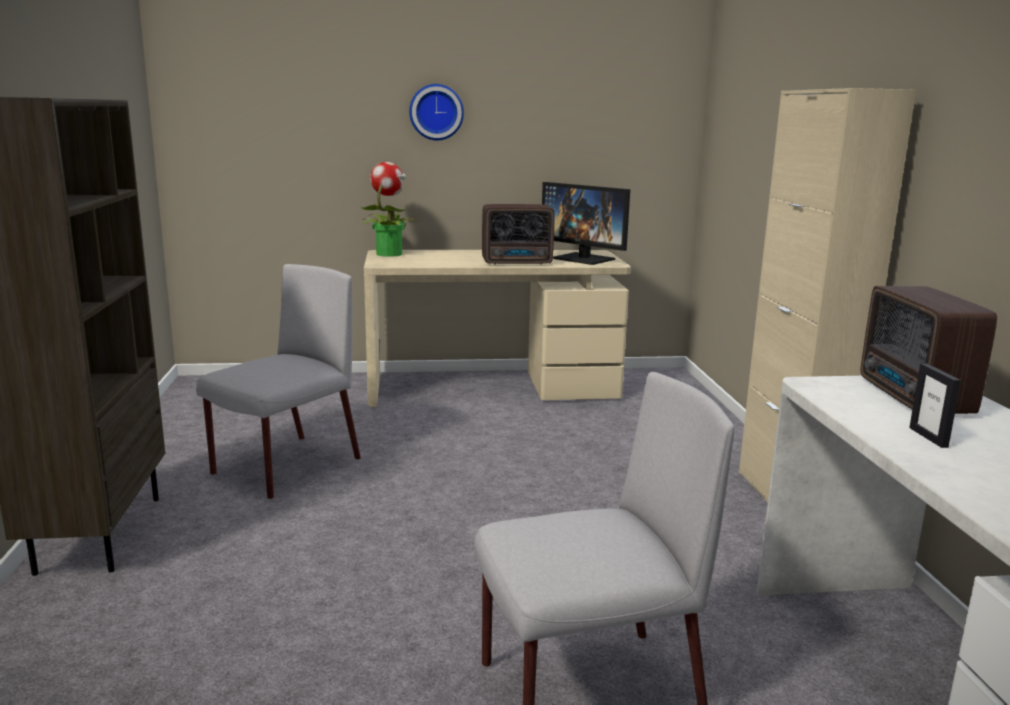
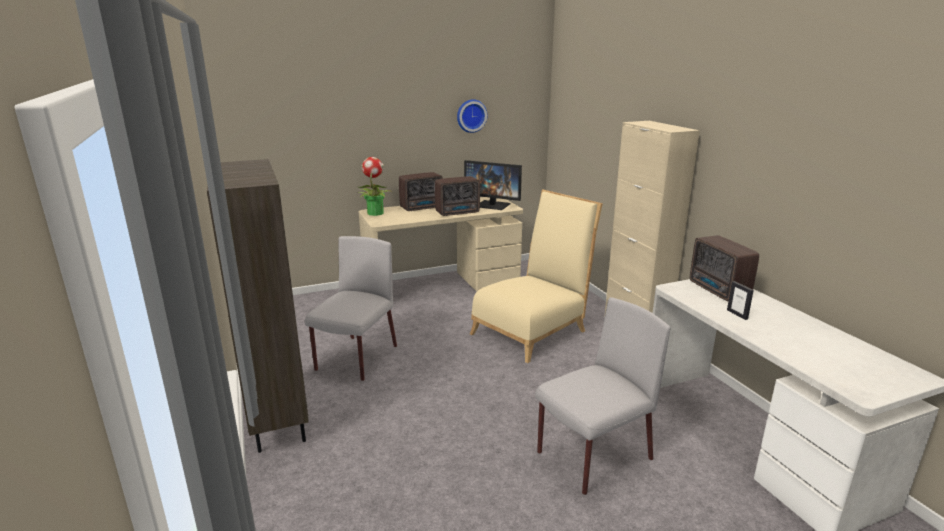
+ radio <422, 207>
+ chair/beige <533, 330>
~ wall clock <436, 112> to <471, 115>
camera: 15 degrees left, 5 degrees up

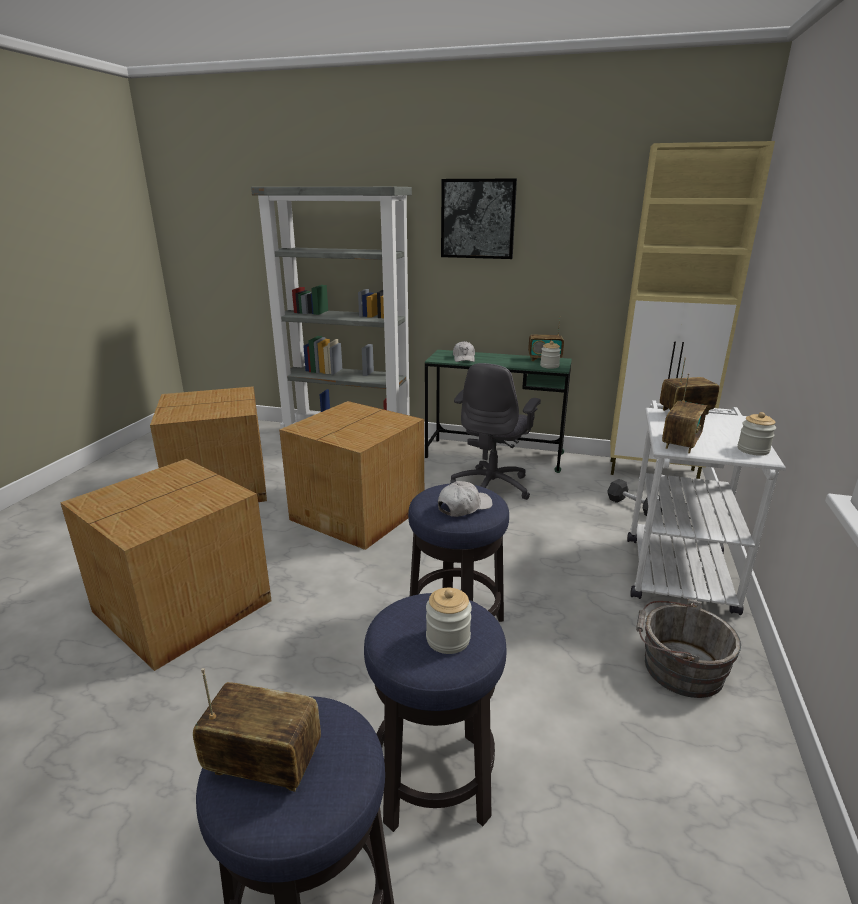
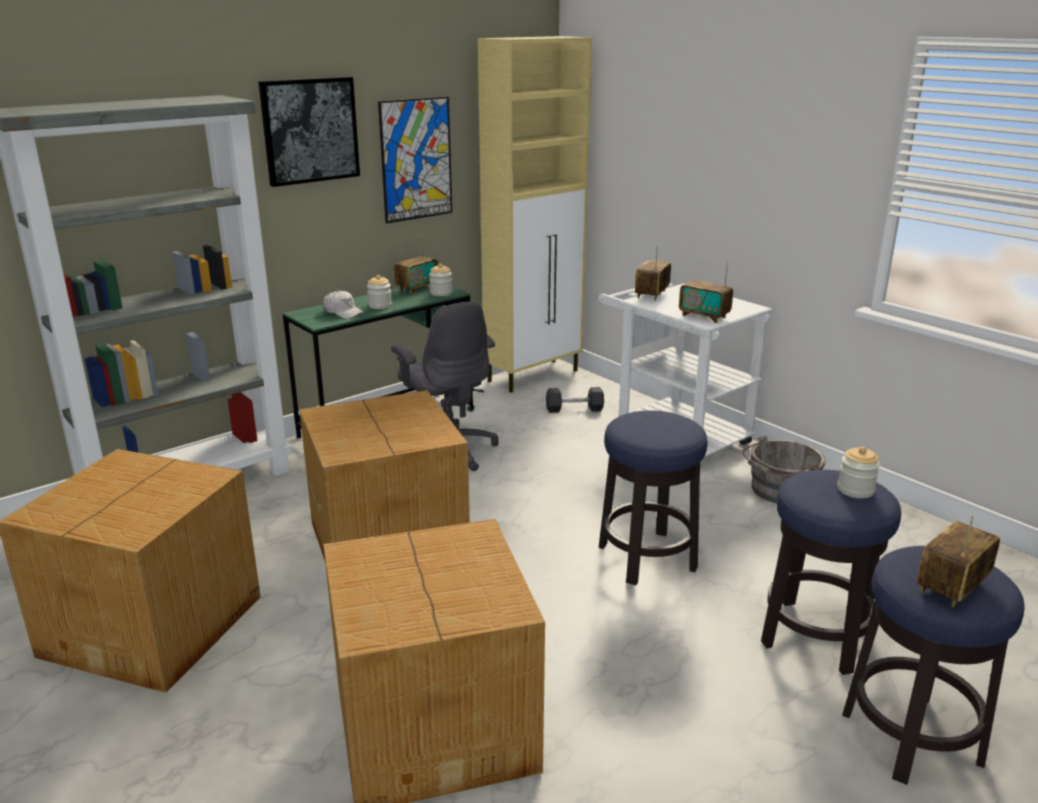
- cap/white <464, 507>
+ picture <416, 159>
~ jar <753, 450> to <380, 306>
~ radio <681, 443> = <704, 316> 150 degrees clockwise
camera: 55 degrees left, 0 degrees up

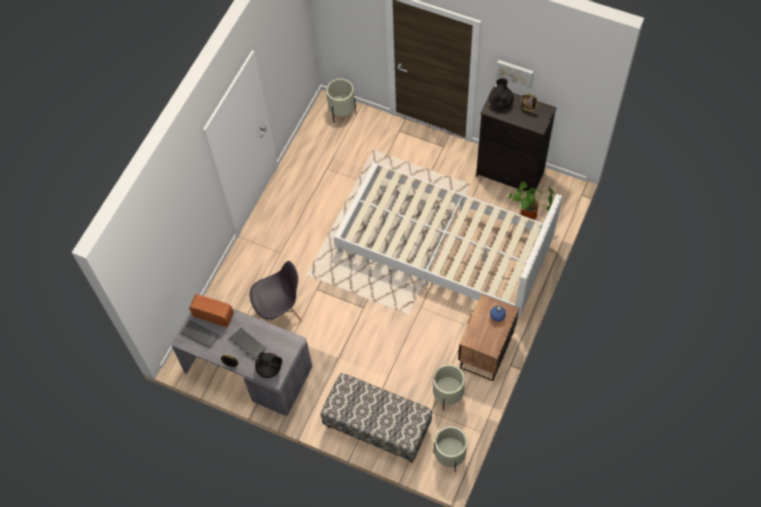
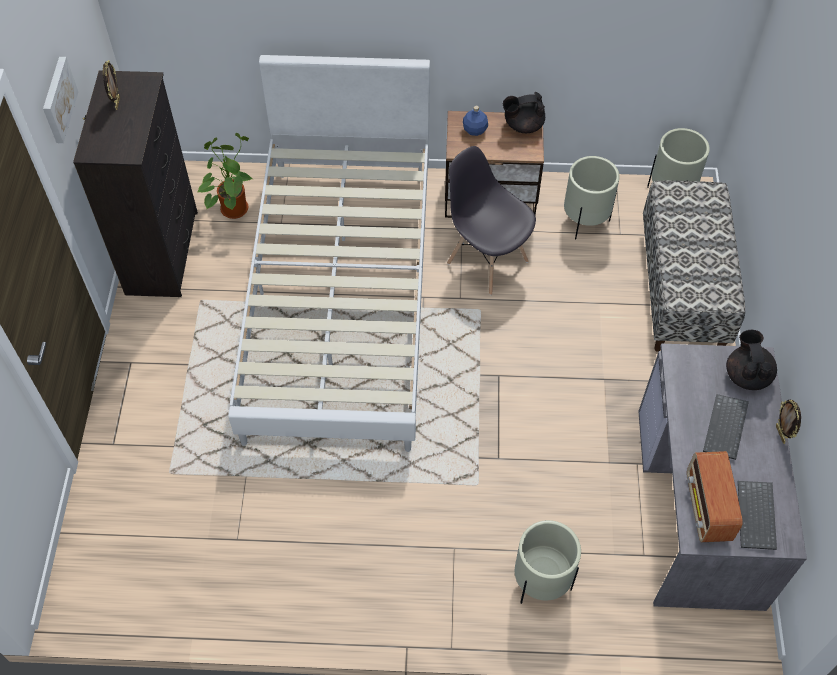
~ chair/grey <280, 313> to <487, 261>
~ planter/beige <342, 113> to <541, 582>
~ teapot/black <500, 102> to <522, 125>
camera: 115 degrees left, 5 degrees down

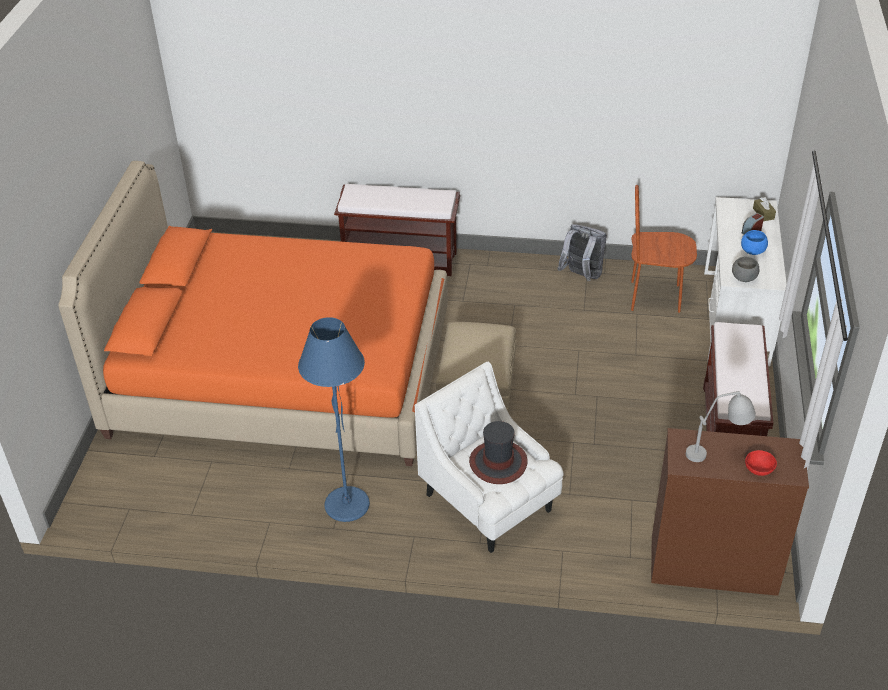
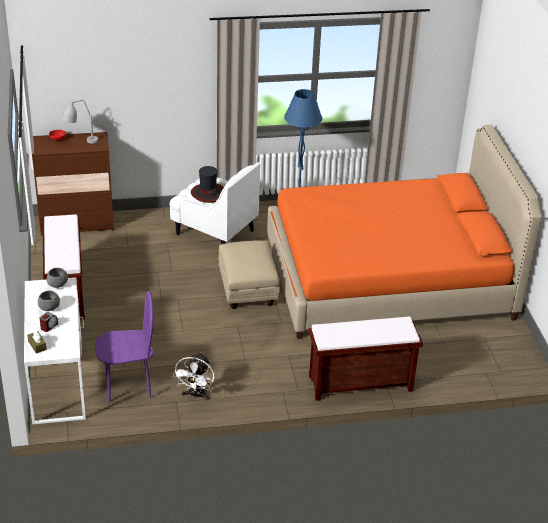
~ backpack/grey <581, 276> to fan/white <196, 395>
~ chair/brown <655, 297> to chair/purple <128, 386>
~ bowl/blue <752, 251> to bowl/grey <49, 308>
camera: 160 degrees right, 5 degrees down

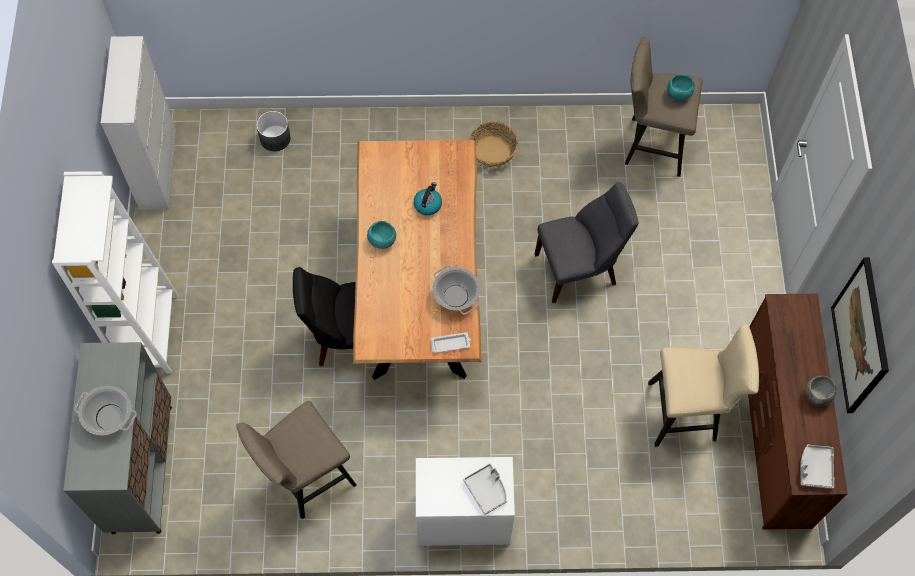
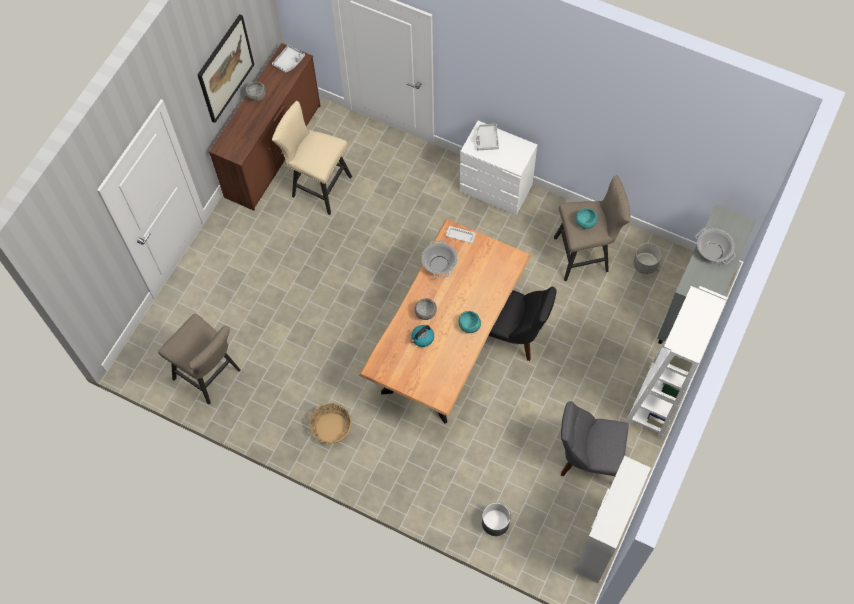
+ bowl/grey <426, 313>
+ planter/grey <645, 265>
~ chair/grey <579, 268> to <587, 458>
~ bowl/turquoise <678, 94> to <586, 223>
camera: 150 degrees left, 0 degrees up

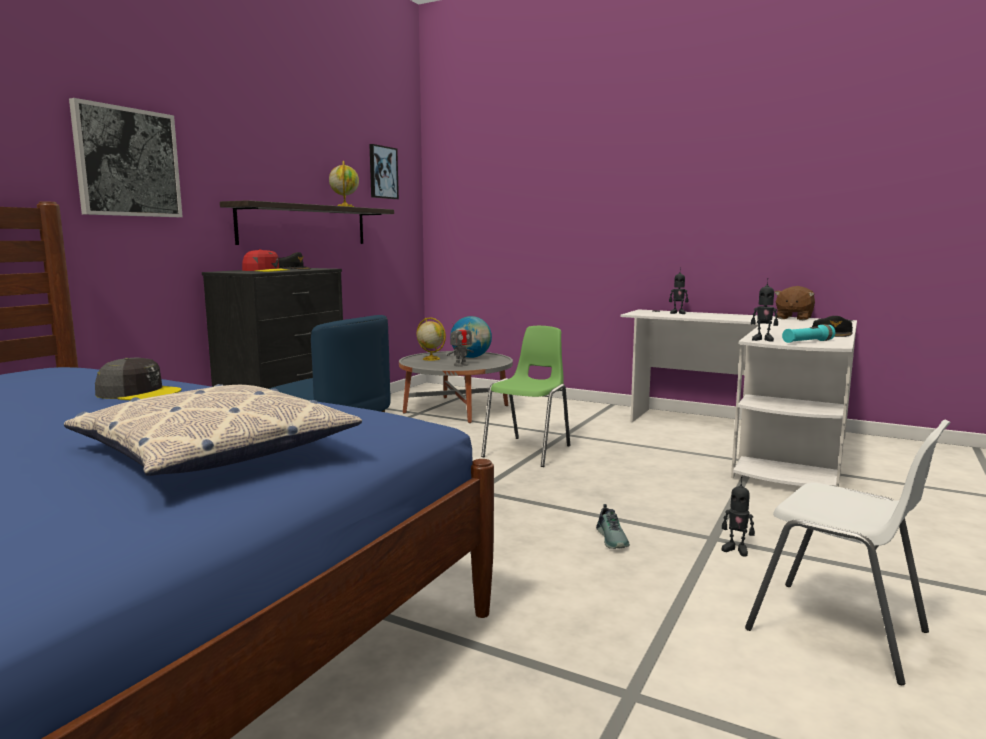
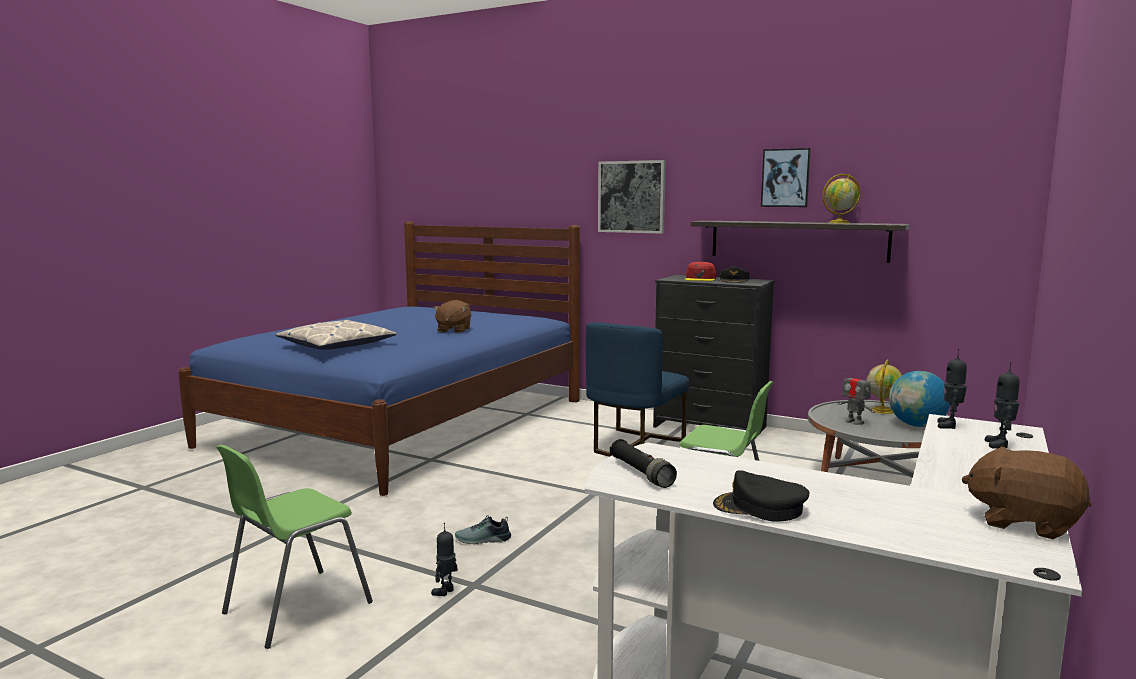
~ picture <382, 172> to <785, 178>
~ toy robot <763, 339> to <949, 425>
~ cap/grey <138, 393> to plush toy/brown <453, 330>
~ chair/white <838, 631> to chair/green <295, 608>
~ flashlight/turquoise <807, 342> to flashlight/black <641, 473>
camera: 90 degrees right, 0 degrees up

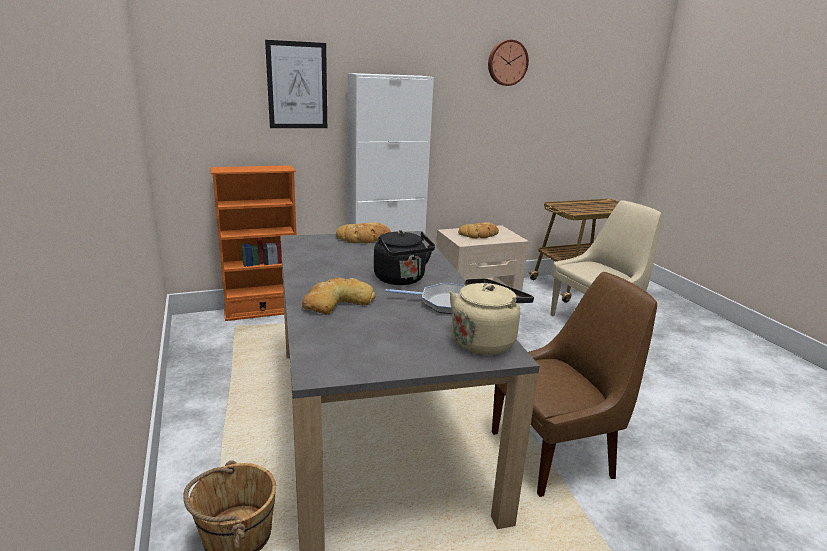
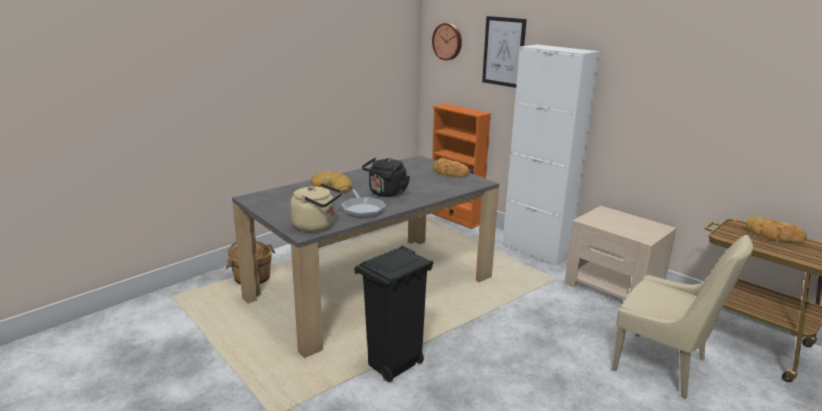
~ bread <479, 235> to <773, 235>
~ wall clock <507, 62> to <448, 41>
~ chair/brown <555, 454> to trash can/black <393, 366>
camera: 65 degrees right, 0 degrees up

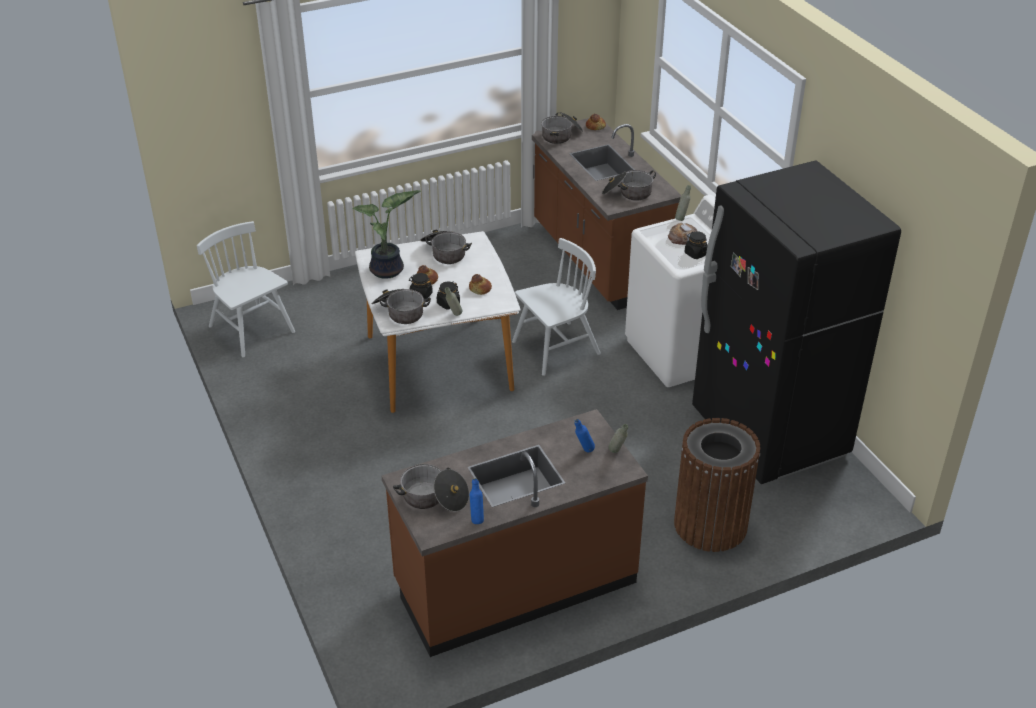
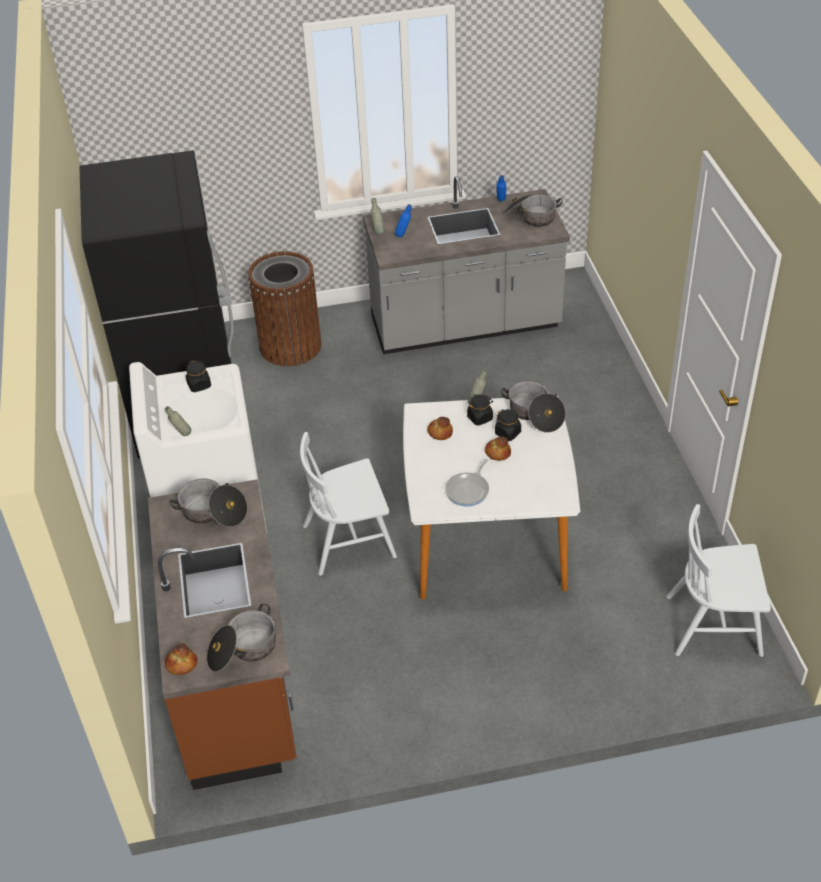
- potted plant <388, 271>
- bread <682, 237>
~ cooking pot <444, 252> to frying pan <468, 490>
~ counter/brown <514, 583> to counter/grey <465, 325>
~ chair/white <252, 330> = <714, 625> 120 degrees clockwise
camera: 165 degrees left, 5 degrees up

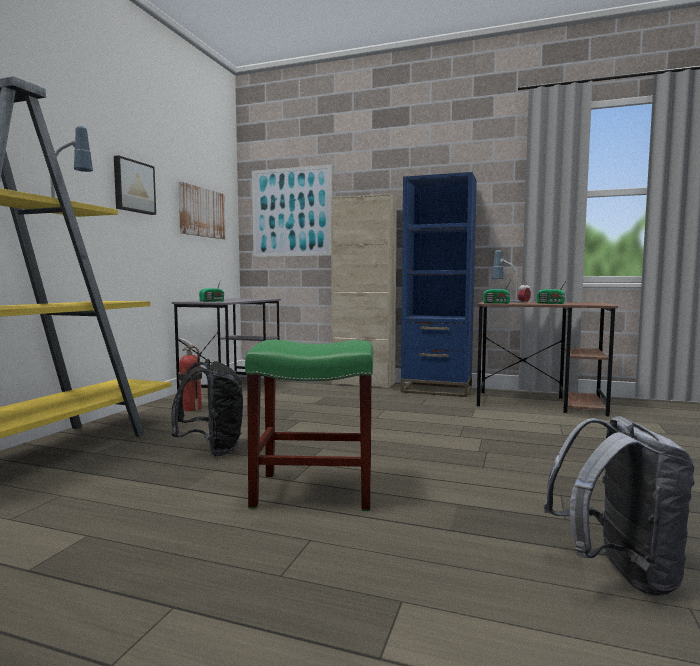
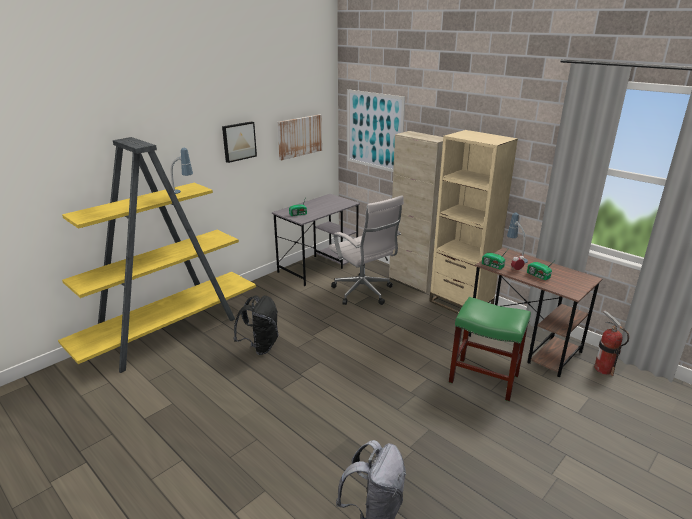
+ office chair/white <364, 293>
~ fire extinguisher <191, 408> to <603, 369>
~ stool/green <312, 491> to <483, 379>
~ bookcase/blue <436, 390> to bookcase/beige <460, 304>
camera: 25 degrees right, 20 degrees up

